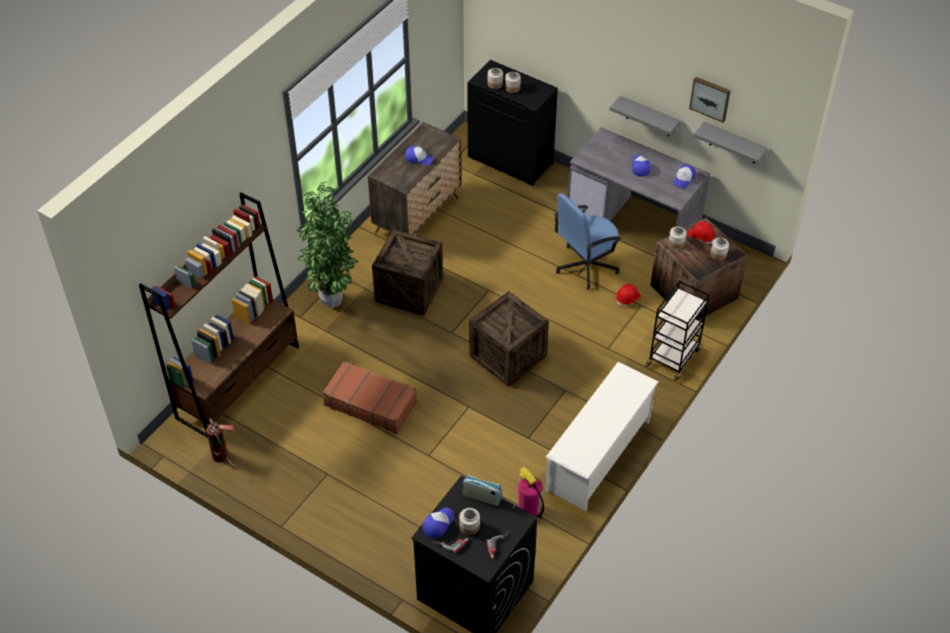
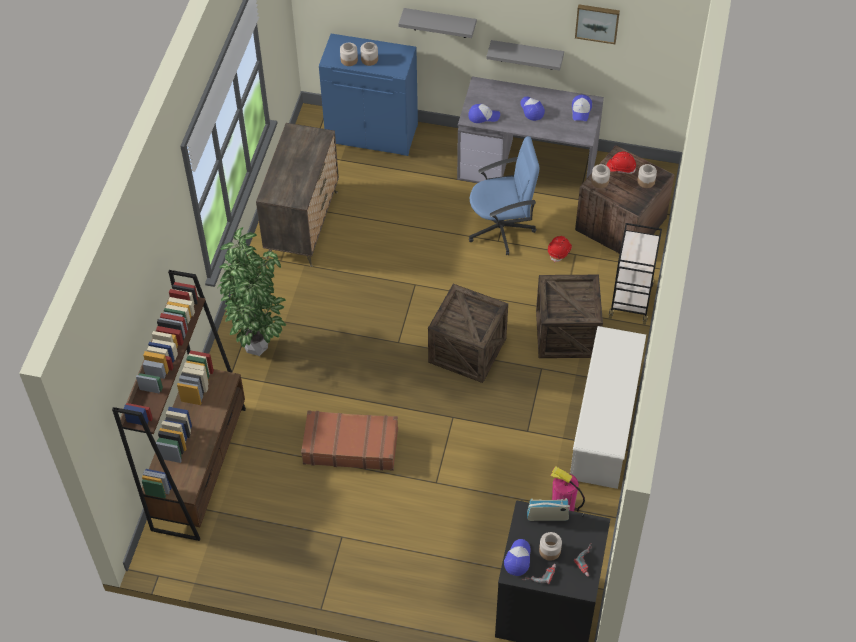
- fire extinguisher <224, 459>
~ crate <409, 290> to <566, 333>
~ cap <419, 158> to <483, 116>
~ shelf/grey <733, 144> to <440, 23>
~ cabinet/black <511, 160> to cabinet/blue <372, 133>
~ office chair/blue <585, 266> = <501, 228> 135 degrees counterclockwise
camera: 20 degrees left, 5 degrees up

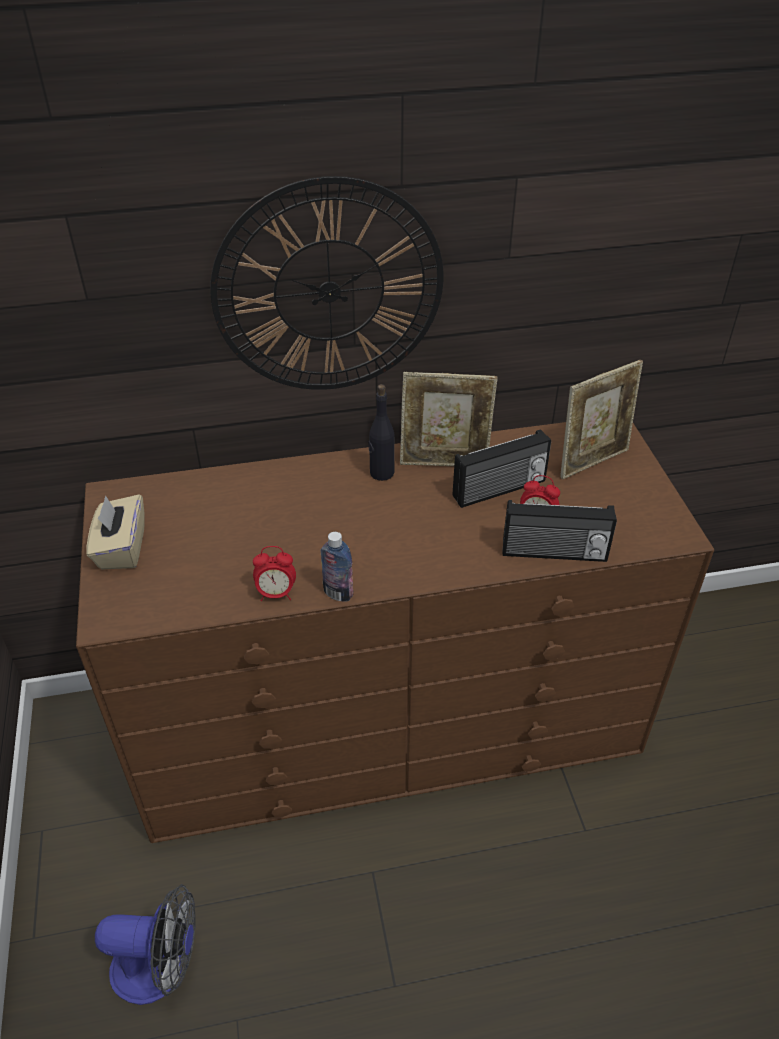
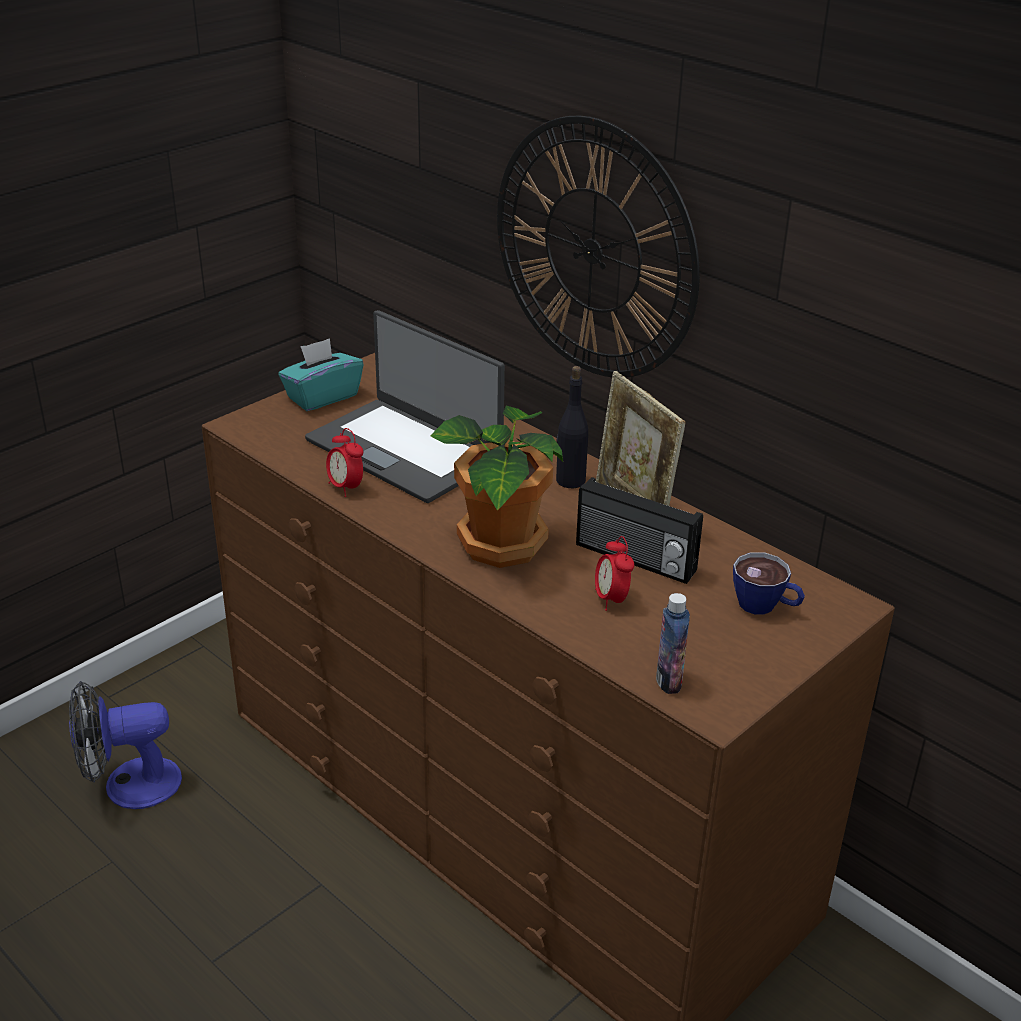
- radio <554, 553>
+ laptop <405, 449>
+ potted plant <499, 546>
~ bottle <338, 593> to <668, 681>
~ picture frame <592, 461> to cup <765, 606>
~ tissue box/beige <121, 548> to tissue box/turquoise <322, 397>
~ fan <160, 968> = <129, 786> 105 degrees clockwise
camera: 55 degrees right, 10 degrees down

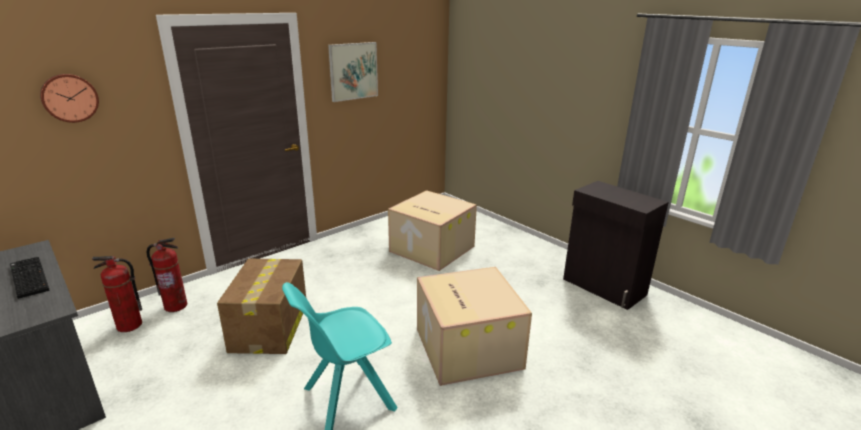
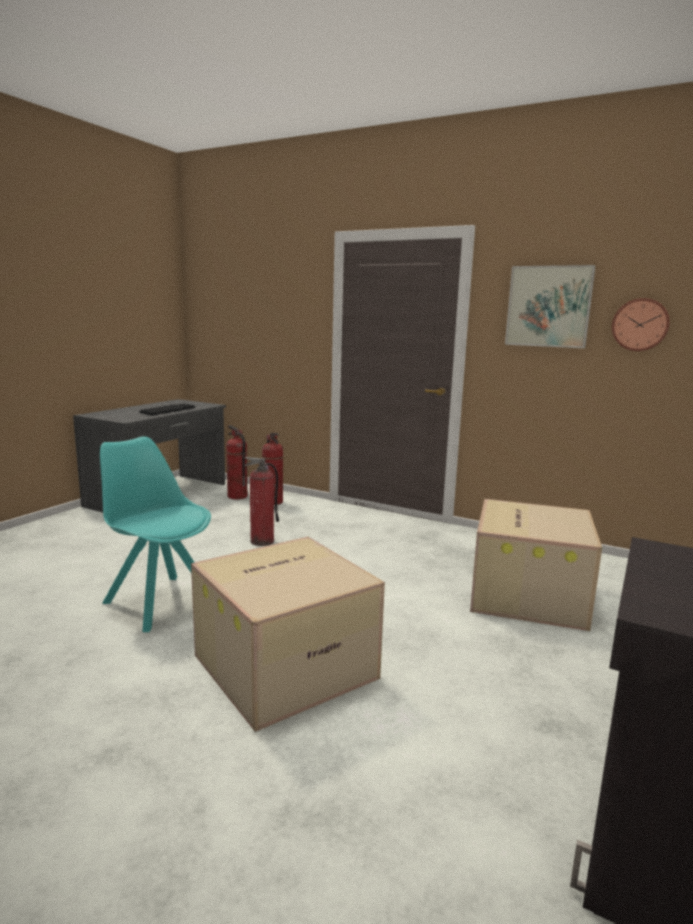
~ wall clock <69, 98> to <640, 324>
~ cardboard box <269, 328> to fire extinguisher <262, 541>
camera: 70 degrees right, 10 degrees down

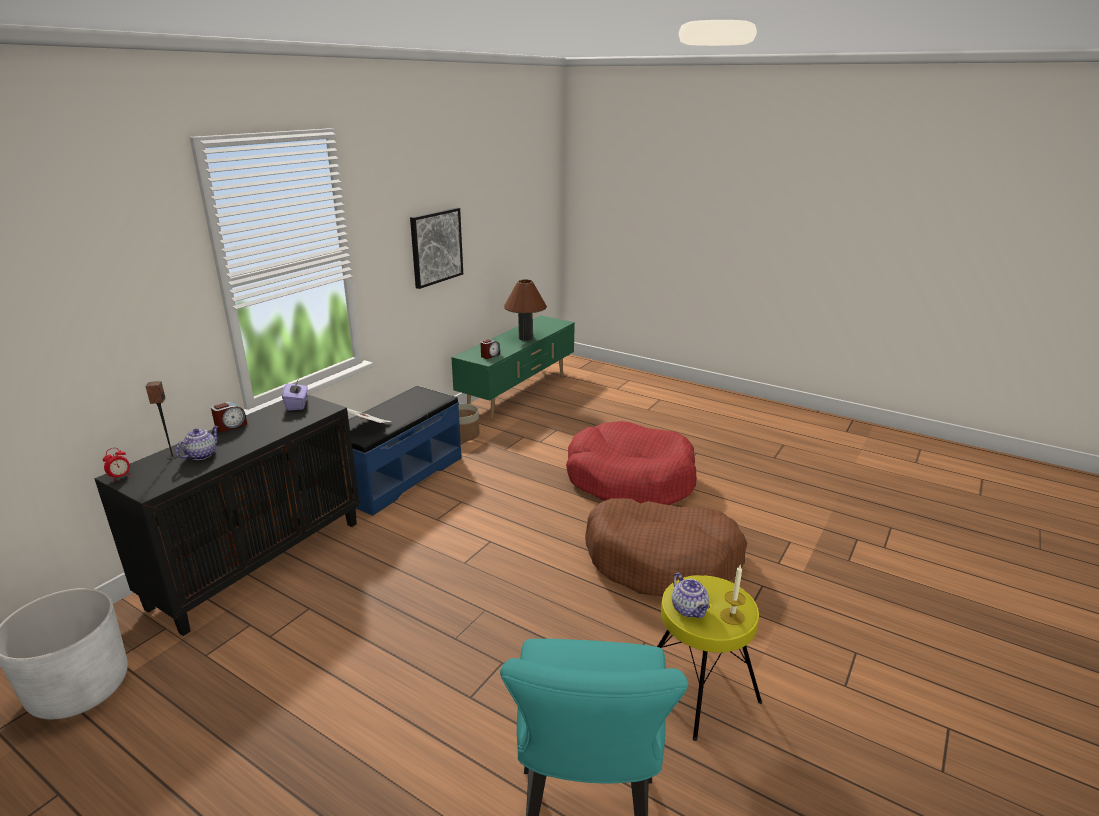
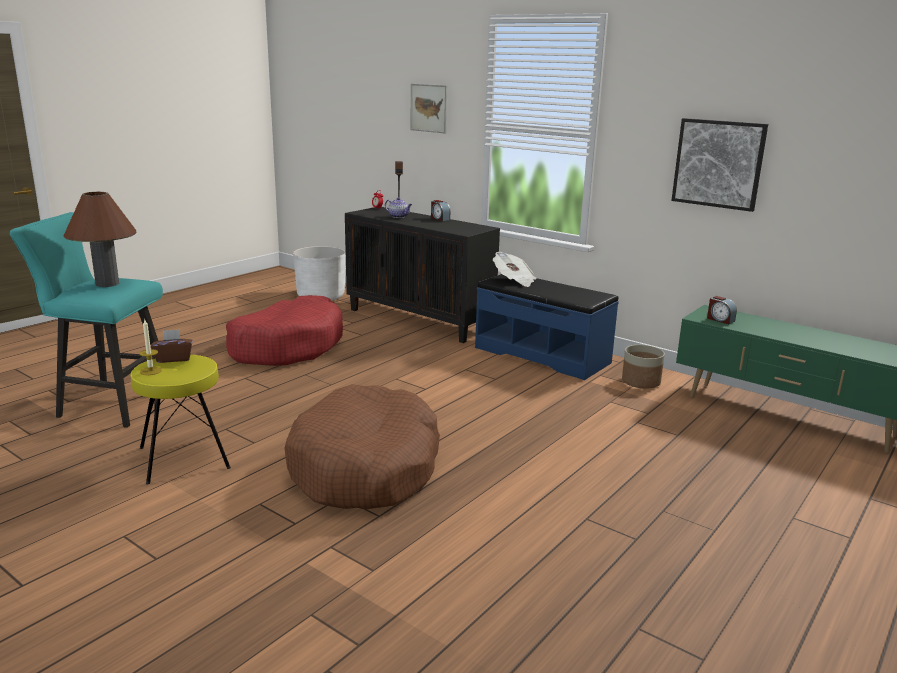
- tissue box/purple <297, 405>
+ picture <429, 108>
~ table lamp/brown <525, 338> to <107, 284>
~ dog bed/red <630, 479> to <287, 346>
~ teapot <689, 609> to tissue box/brown <173, 358>
camera: 95 degrees right, 5 degrees down

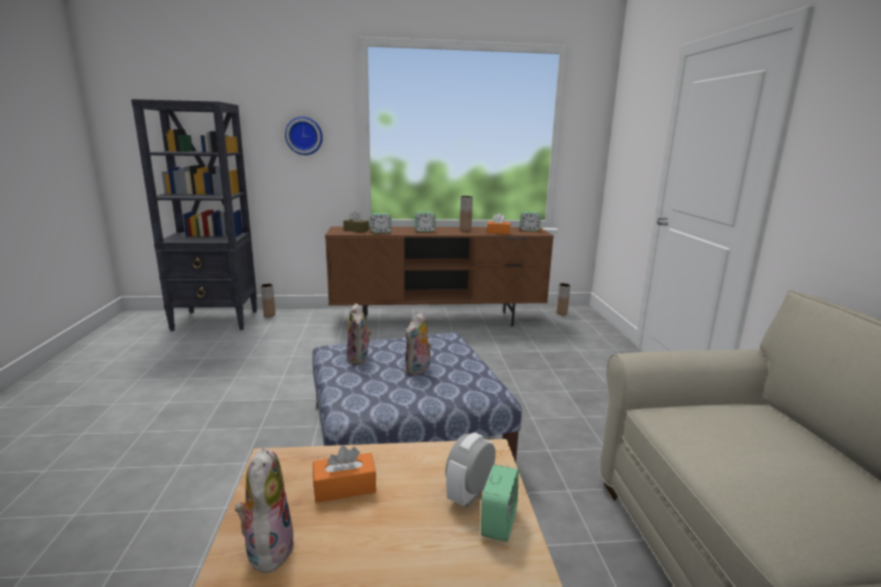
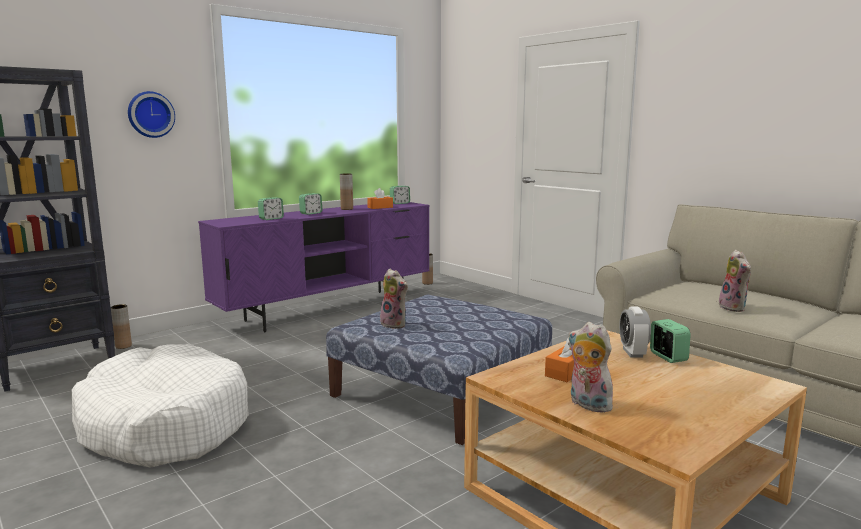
- tissue box/brown <356, 230>
+ dog bed/white <164, 425>
~ plush toy <418, 370> to <734, 308>
~ tv stand/brown <439, 320> to tv stand/purple <329, 310>
camera: 35 degrees left, 5 degrees down

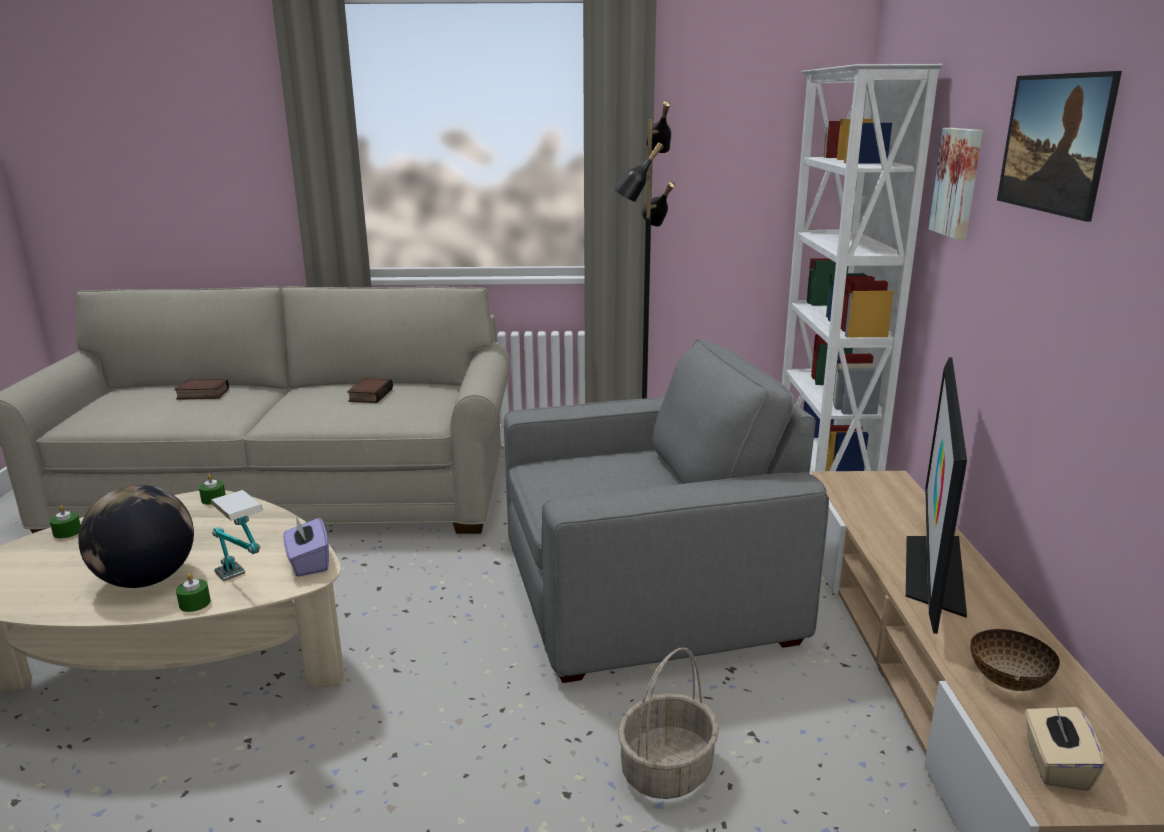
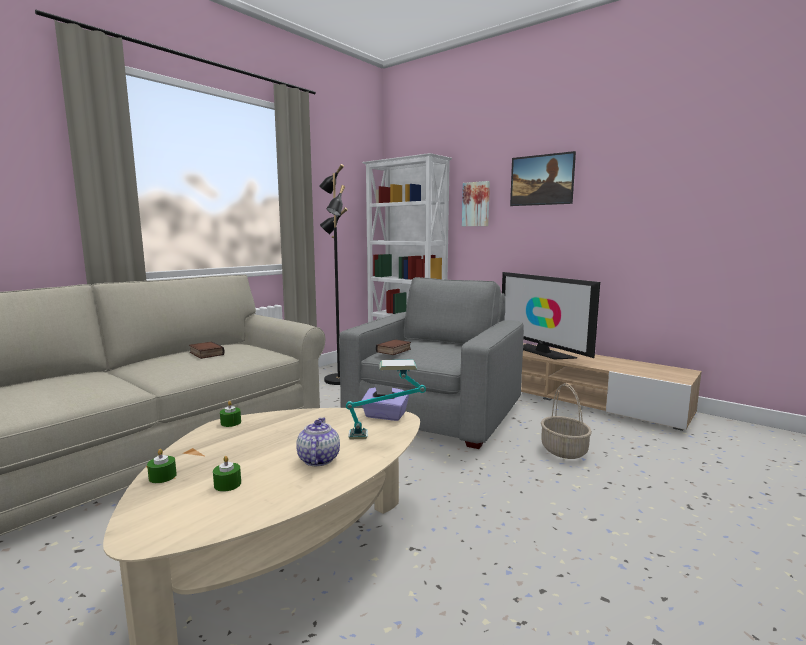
- bowl <1007, 681>
- tissue box/beige <1055, 765>
~ book <201, 394> to <394, 351>
~ candle/green <195, 603> to <227, 484>
~ globe <147, 579> to teapot <318, 459>
camera: 50 degrees left, 10 degrees down

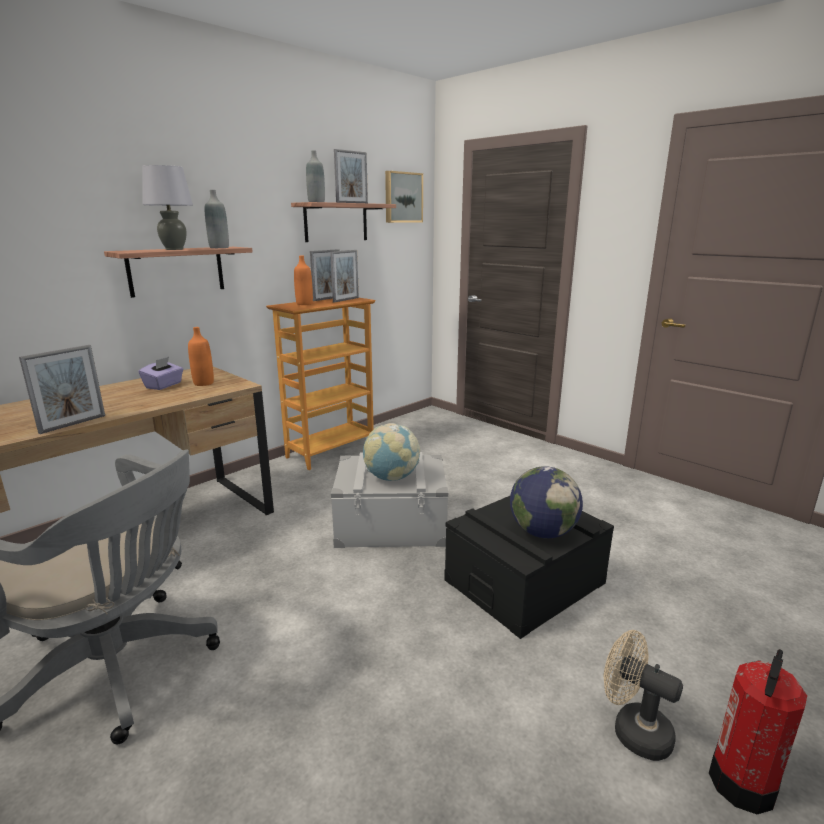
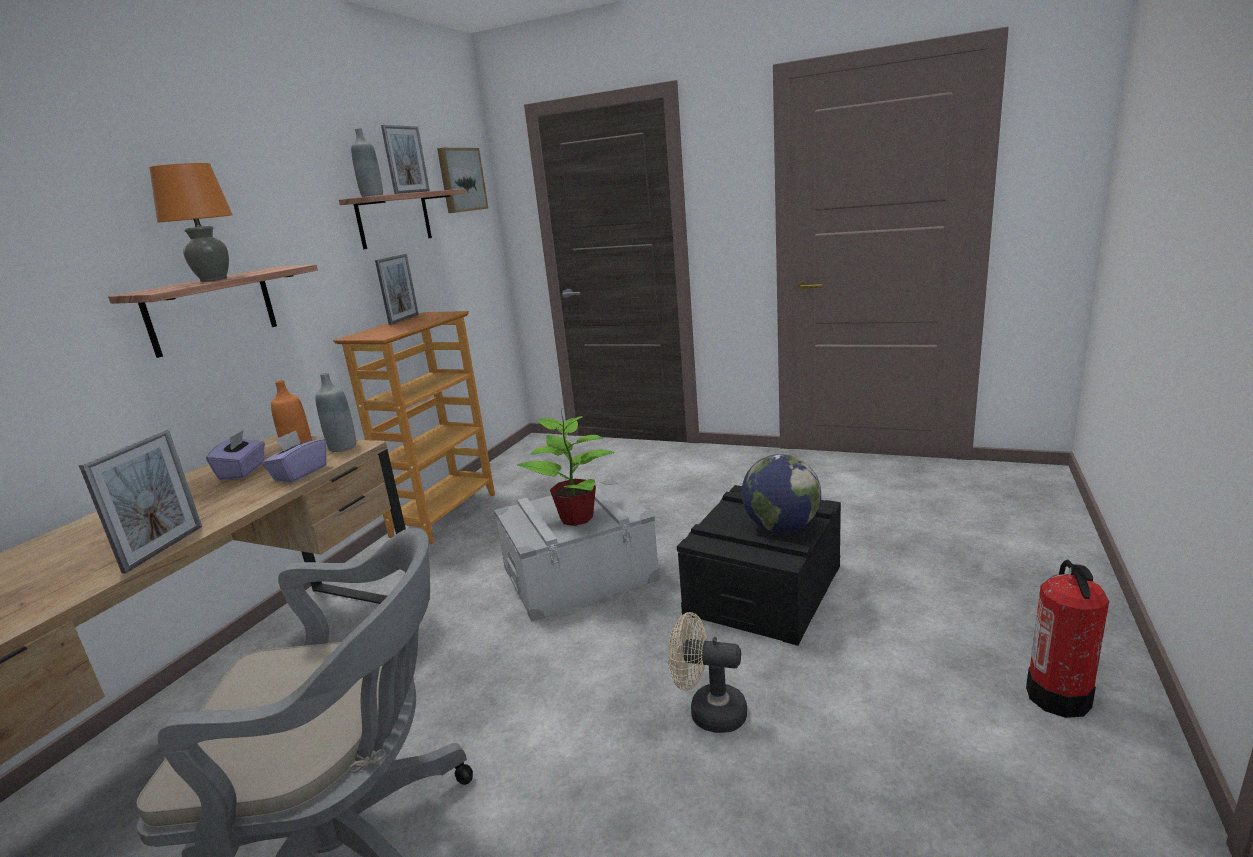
- bottle/orange <304, 304>
- picture frame <346, 300>
+ tissue box/purple <300, 473>
~ bottle/grey <219, 247> to <343, 447>
~ fan/beige <633, 730> to <708, 712>
~ globe <391, 478> to potted plant <577, 518>
~ table lamp/grey <174, 249> to table lamp/orange <214, 280>
camera: 20 degrees left, 0 degrees up

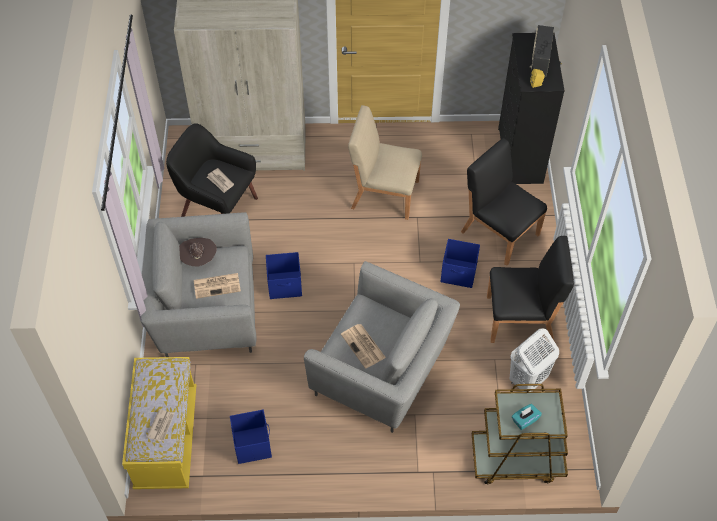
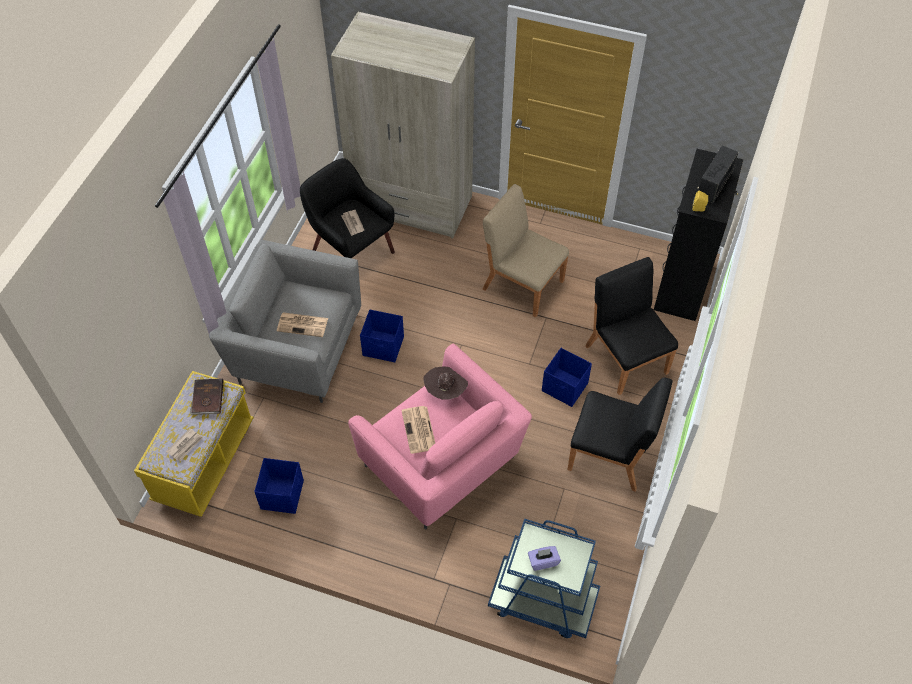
- laundry basket/white <527, 380>
+ book/brown <207, 398>
~ hat/brown <198, 259> to <446, 391>
~ armchair/grey <382, 372> to armchair/pink <442, 464>
~ cart/brown <516, 459> to cart/blue <542, 601>
~ tissue box/turquoise <525, 420> to tissue box/purple <543, 561>
camera: 20 degrees right, 0 degrees up

